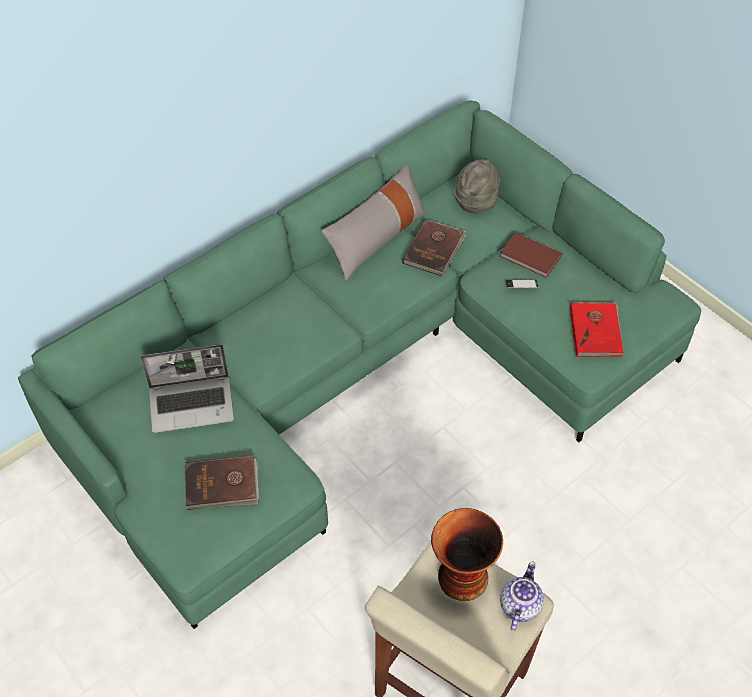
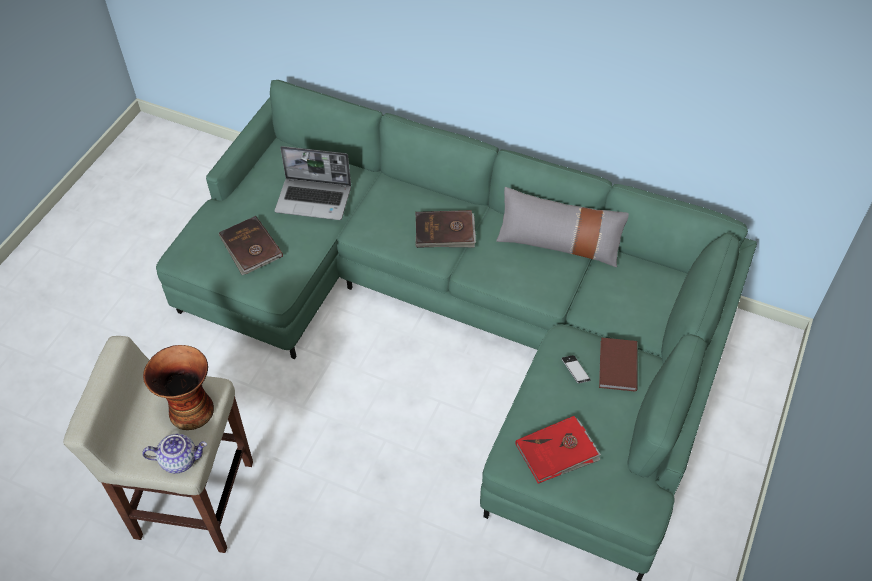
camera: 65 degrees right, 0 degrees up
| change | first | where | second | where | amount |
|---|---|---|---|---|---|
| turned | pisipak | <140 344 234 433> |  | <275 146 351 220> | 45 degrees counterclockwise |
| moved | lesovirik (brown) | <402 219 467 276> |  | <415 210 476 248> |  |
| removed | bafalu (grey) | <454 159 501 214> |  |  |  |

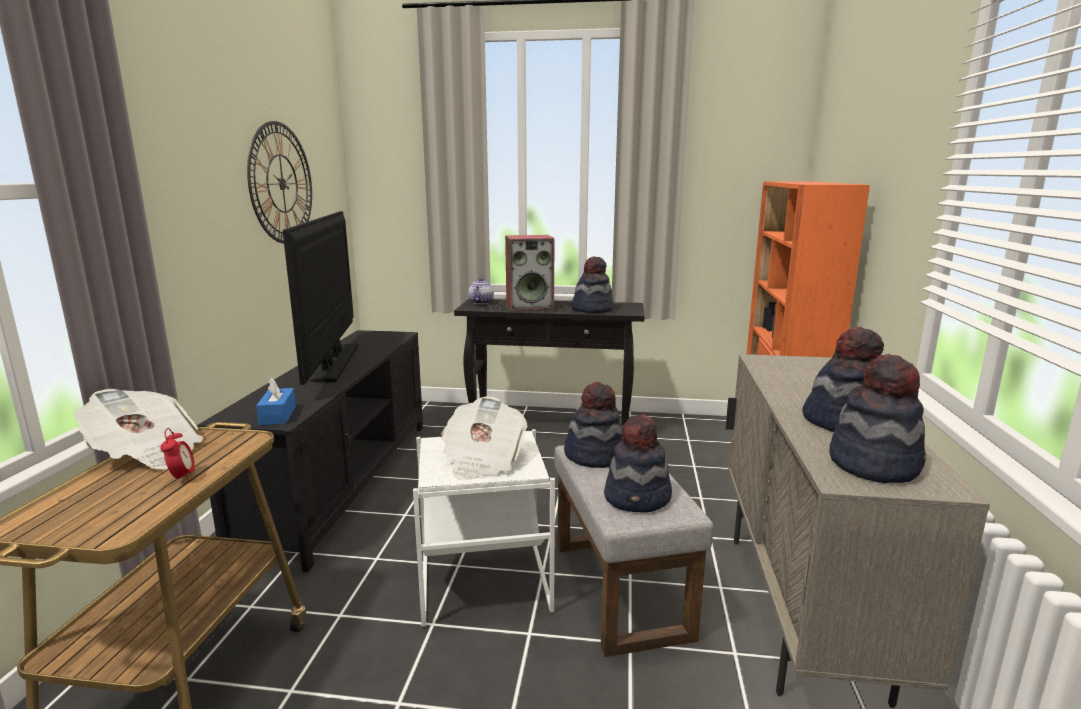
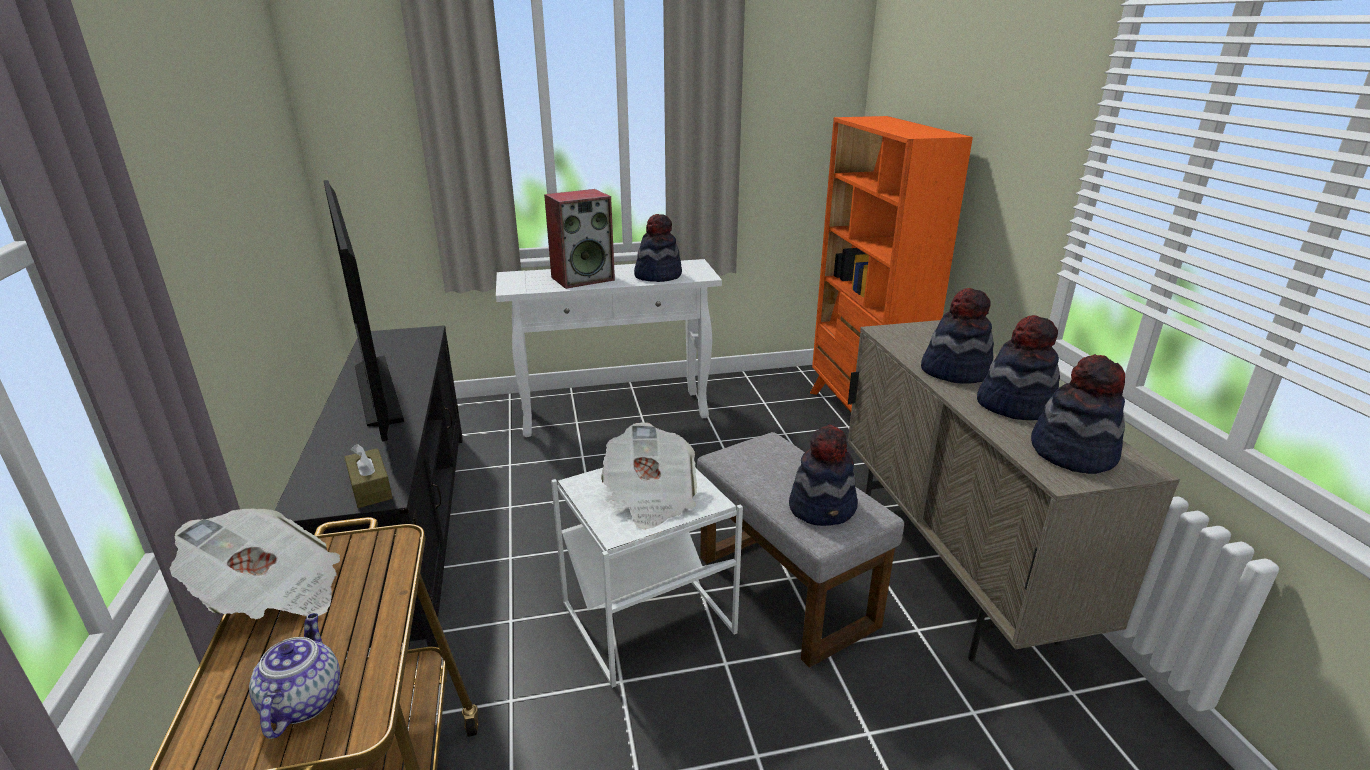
camera: 20 degrees left, 10 degrees up
| change | first | where | second | where | amount |
|---|---|---|---|---|---|
| removed | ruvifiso | <160 428 195 482> |  |  |  |
| removed | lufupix | <247 121 312 244> |  |  |  |
| recoloured | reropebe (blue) | <256 377 296 425> | reropebe (brown) | <345 444 393 508> |  |
| recoloured | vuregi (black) | <454 299 645 426> | vuregi (white) | <496 259 722 437> |  |
| moved | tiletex | <468 278 494 304> |  | <249 613 340 739> |  |
| moved | bafalu | <564 382 622 468> |  | <921 288 994 384> |  |

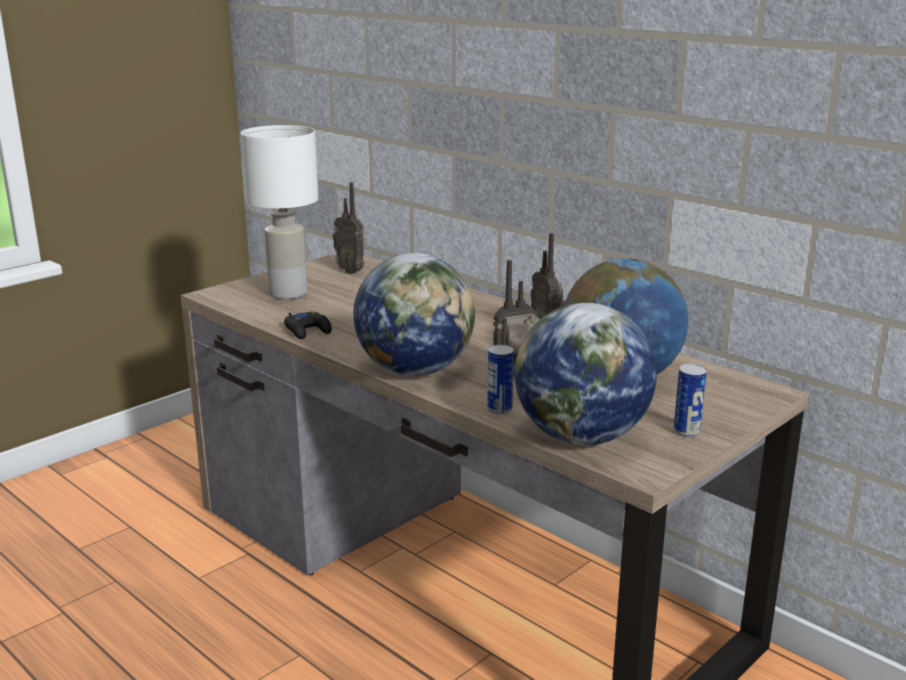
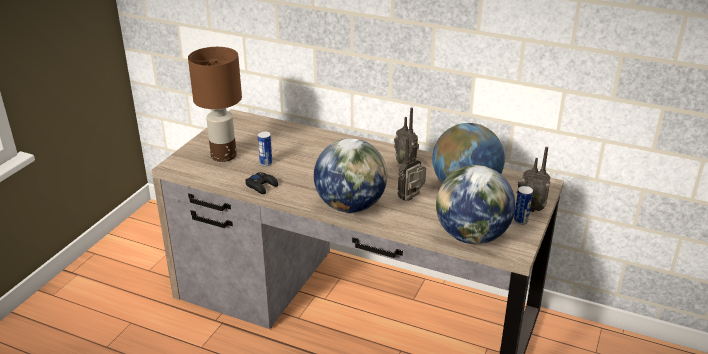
camera: 20 degrees left, 10 degrees up
| change | first | where | second | where | amount |
|---|---|---|---|---|---|
| recoloured | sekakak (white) | <240 125 319 299> | sekakak (brown) | <188 47 242 162> |  |
| moved | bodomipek | <333 182 367 274> |  | <517 147 550 212> |  |
| moved | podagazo | <487 345 514 415> |  | <258 131 272 166> |  |

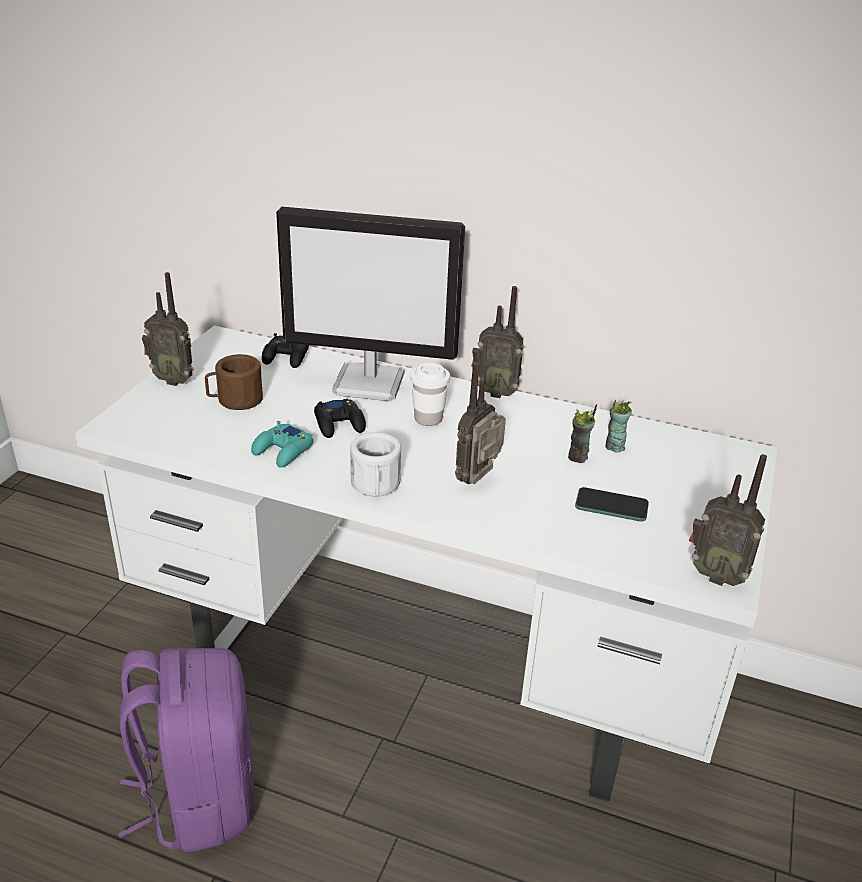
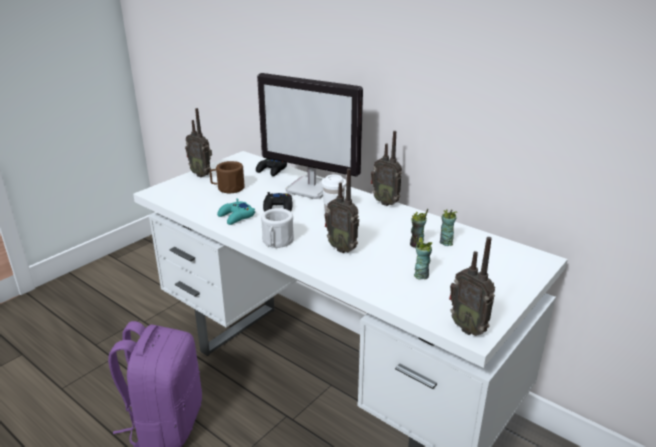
camera: 20 degrees right, 5 degrees down
| change | first | where | second | where | amount |
|---|---|---|---|---|---|
| turned | bodomipek | <455 362 506 484> |  | <324 169 359 253> | 105 degrees counterclockwise |
| replaced | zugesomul | <575 487 649 522> | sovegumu | <414 237 432 280> |  |

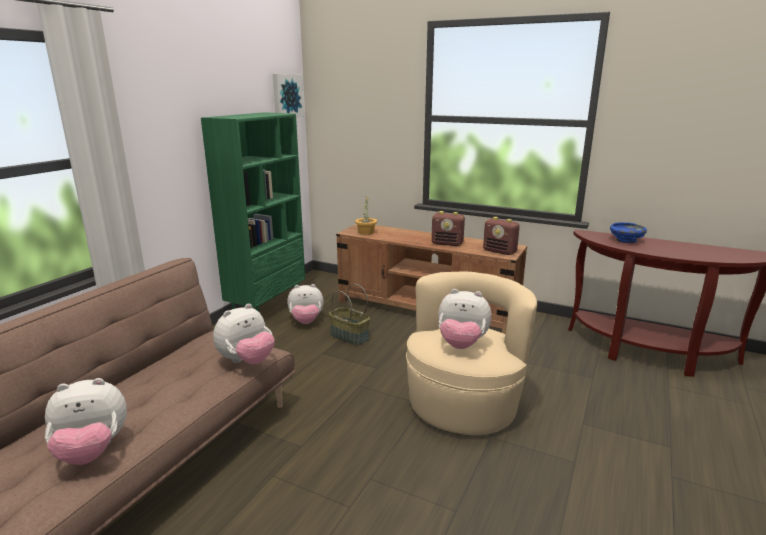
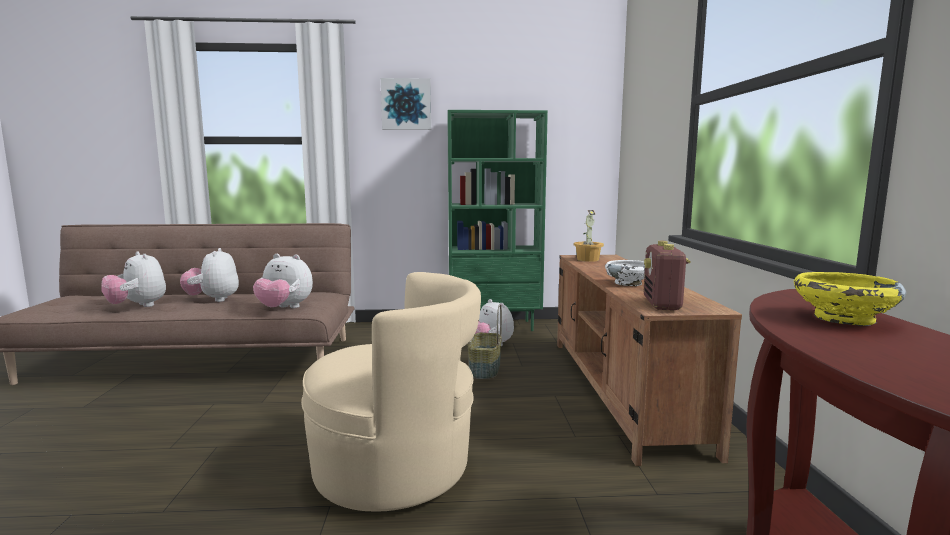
camera: 60 degrees right, 10 degrees down
| change | first | where | second | where | amount |
|---|---|---|---|---|---|
| moved | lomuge | <273 74 304 117> |  | <381 78 431 130> |  |
| replaced | bodomipek | <431 211 465 246> | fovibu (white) | <605 260 645 286> |  |
| moved | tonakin | <438 289 492 349> |  | <180 248 239 302> |  |
| recoloured | fovibu (blue) | <610 222 647 243> | fovibu (yellow) | <794 272 906 326> |  |

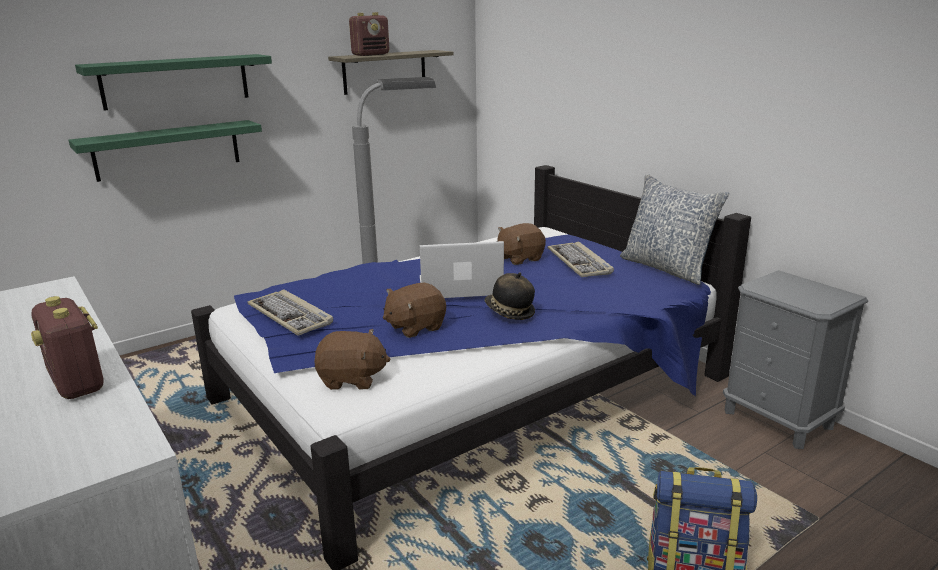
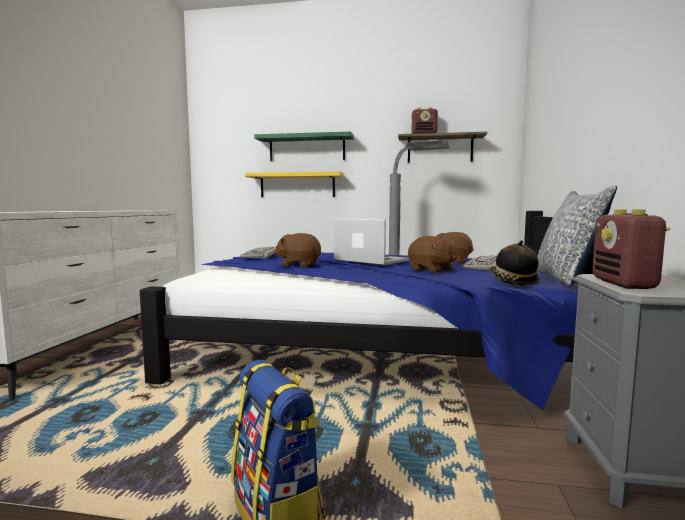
camera: 45 degrees right, 15 degrees down
| change | first | where | second | where | amount |
|---|---|---|---|---|---|
| moved | bodomipek | <31 296 104 399> |  | <592 209 670 289> |  |
| recoloured | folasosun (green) | <69 120 262 182> | folasosun (yellow) | <245 171 343 197> |  |
| moved | tonakin (brown) | <315 329 391 390> |  | <408 236 457 273> |  |
| moved | bafalu | <484 272 535 320> |  | <490 240 540 286> |  |

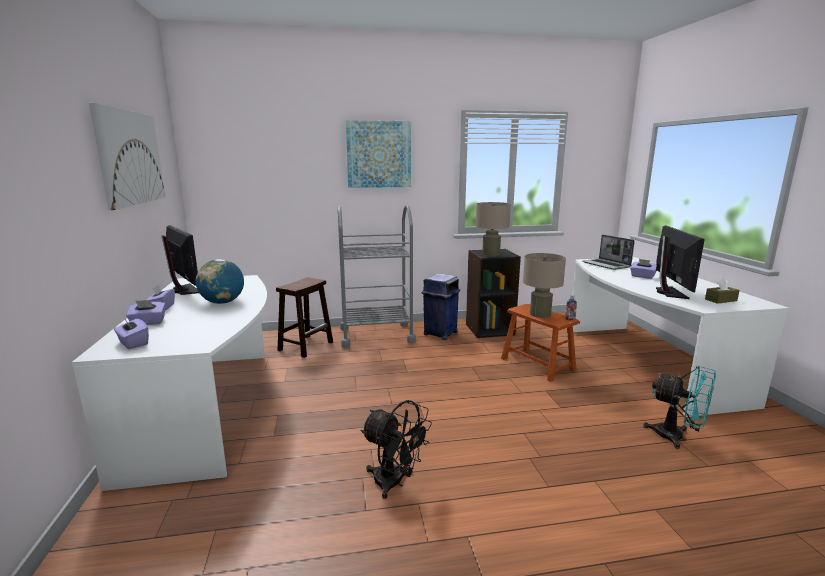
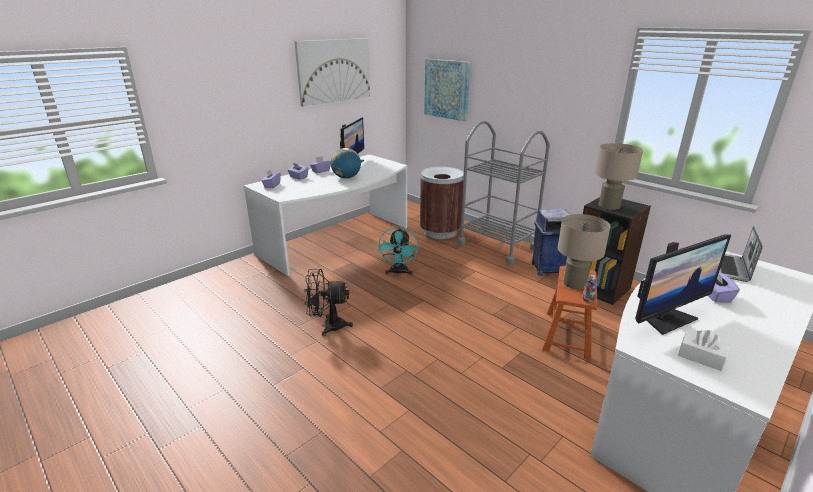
camera: 55 degrees right, 10 degrees up
| change | first | where | second | where | amount |
|---|---|---|---|---|---|
| replaced | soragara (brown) | <276 277 333 358> | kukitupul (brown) | <420 167 464 239> |  |
| moved | lomuge | <346 120 411 188> |  | <424 59 470 121> |  |
| turned | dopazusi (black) | <361 400 432 499> |  | <304 269 353 336> | 90 degrees clockwise |
| moved | dopazusi (turquoise) | <643 365 716 449> |  | <378 227 419 275> |  |
| recoloured | reropebe (brown) | <705 278 740 304> | reropebe (white) | <678 330 729 371> |  |

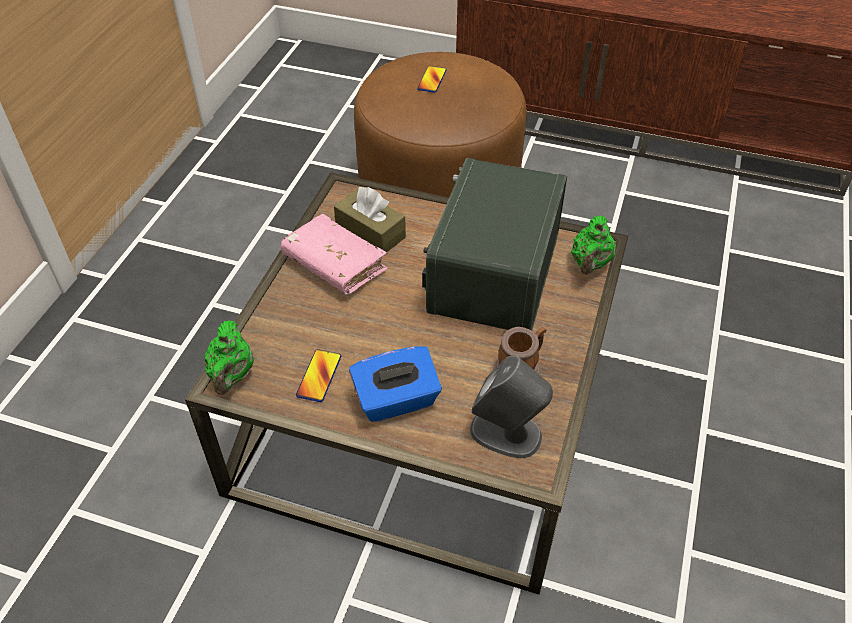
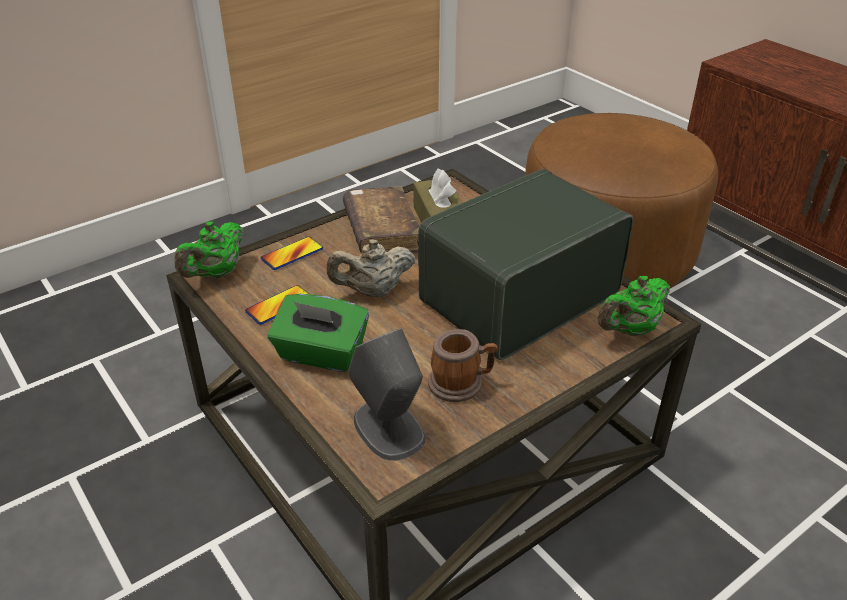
camera: 35 degrees right, 10 degrees down
| change | first | where | second | where | amount |
|---|---|---|---|---|---|
| recoloured | lesovirik (pink) | <281 214 388 294> | lesovirik (brown) | <343 186 419 254> |  |
| recoloured | reropebe (blue) | <349 347 442 422> | reropebe (green) | <267 294 369 372> |  |
| moved | zugesomul | <417 66 447 93> |  | <261 237 323 270> |  |
| added |  |  | tiletex (beige) | <327 239 415 297> |  |

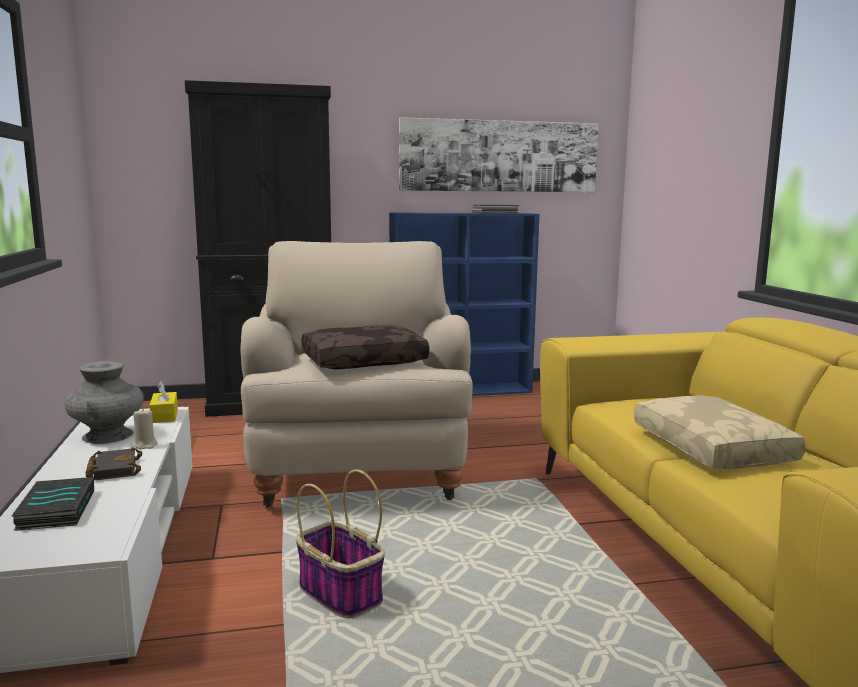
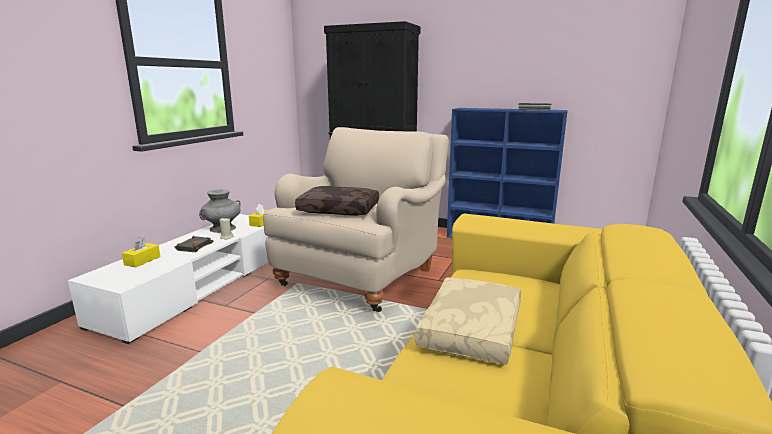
camera: 35 degrees right, 5 degrees up
| change | first | where | second | where | amount |
|---|---|---|---|---|---|
| replaced | lesovirik | <11 477 94 531> | reropebe (yellow) | <122 237 161 267> |  |
| removed | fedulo | <296 469 385 619> |  |  |  |
| removed | lomuge | <399 117 599 192> |  |  |  |

